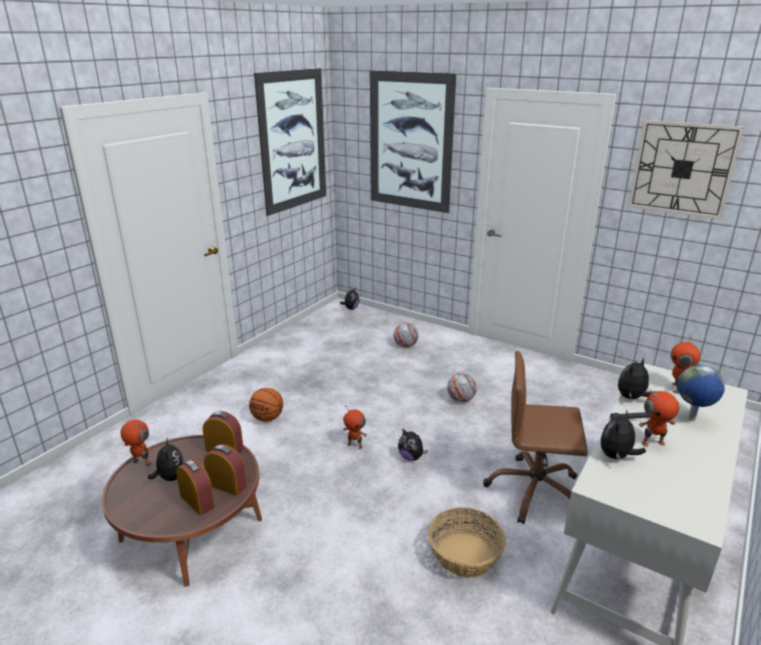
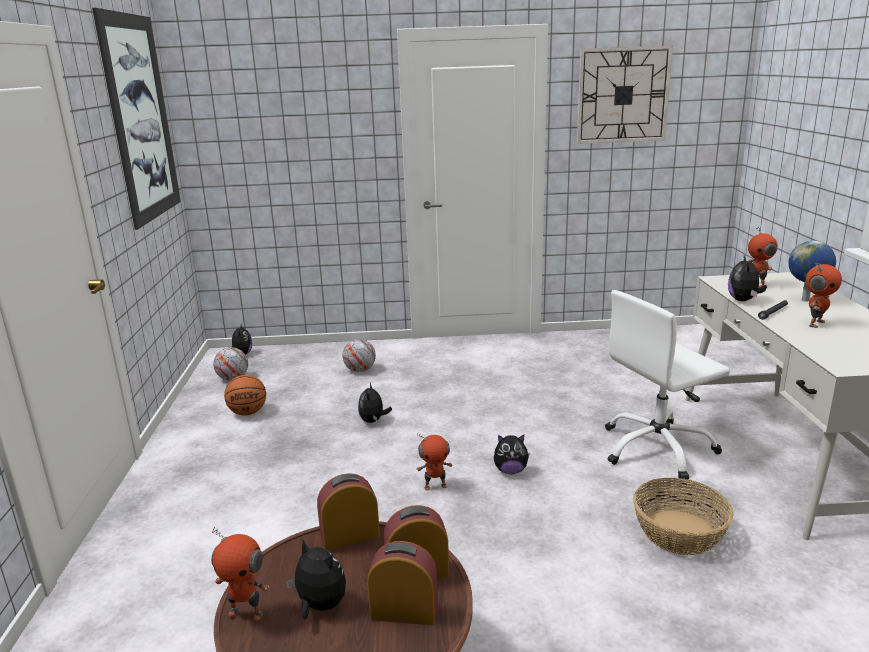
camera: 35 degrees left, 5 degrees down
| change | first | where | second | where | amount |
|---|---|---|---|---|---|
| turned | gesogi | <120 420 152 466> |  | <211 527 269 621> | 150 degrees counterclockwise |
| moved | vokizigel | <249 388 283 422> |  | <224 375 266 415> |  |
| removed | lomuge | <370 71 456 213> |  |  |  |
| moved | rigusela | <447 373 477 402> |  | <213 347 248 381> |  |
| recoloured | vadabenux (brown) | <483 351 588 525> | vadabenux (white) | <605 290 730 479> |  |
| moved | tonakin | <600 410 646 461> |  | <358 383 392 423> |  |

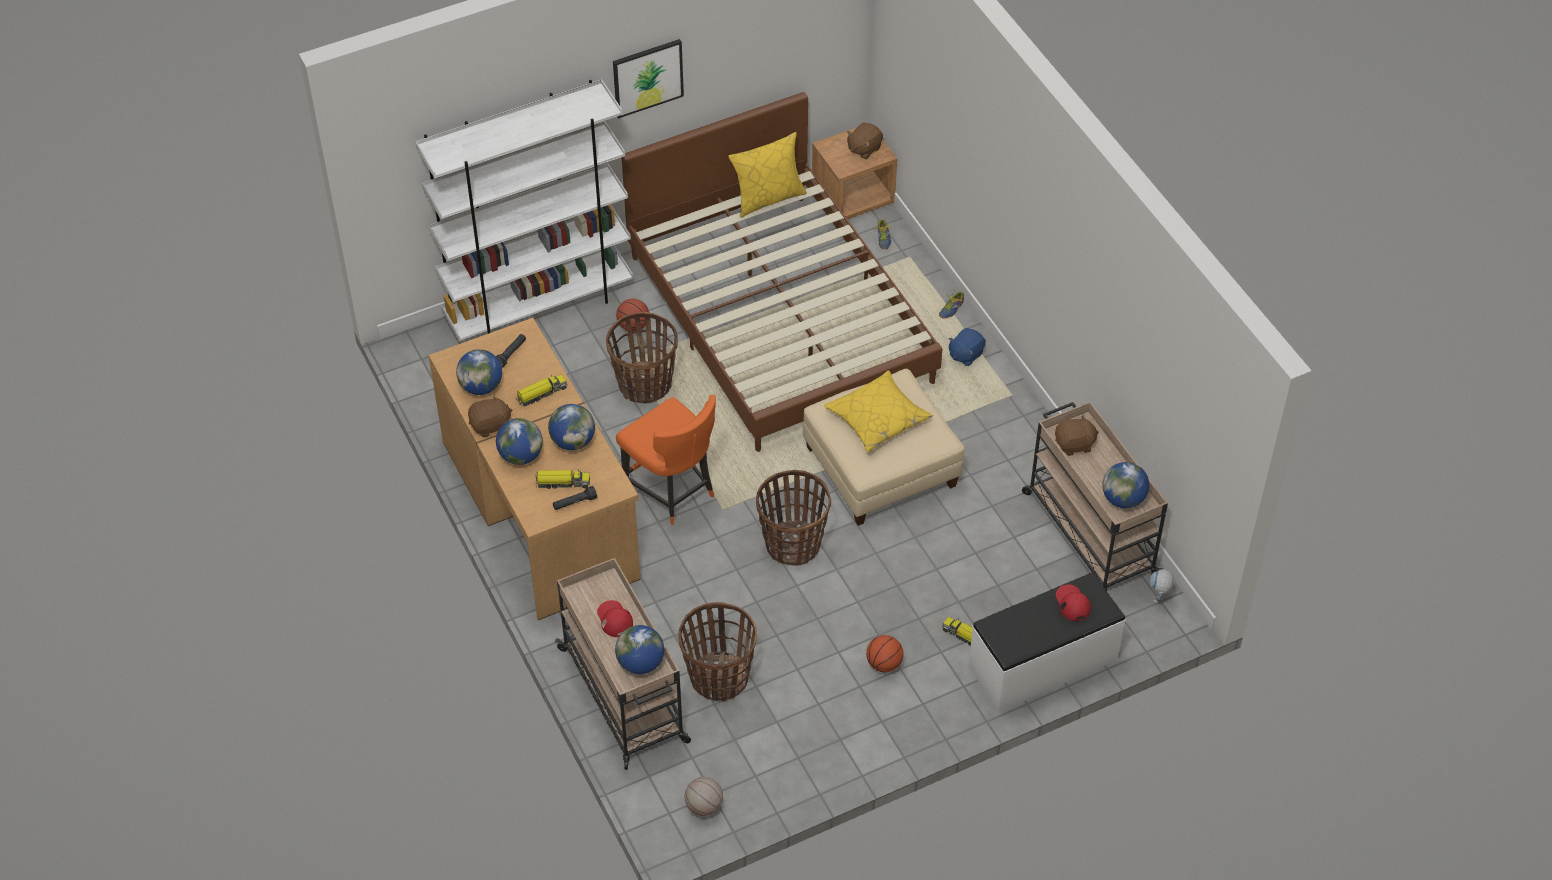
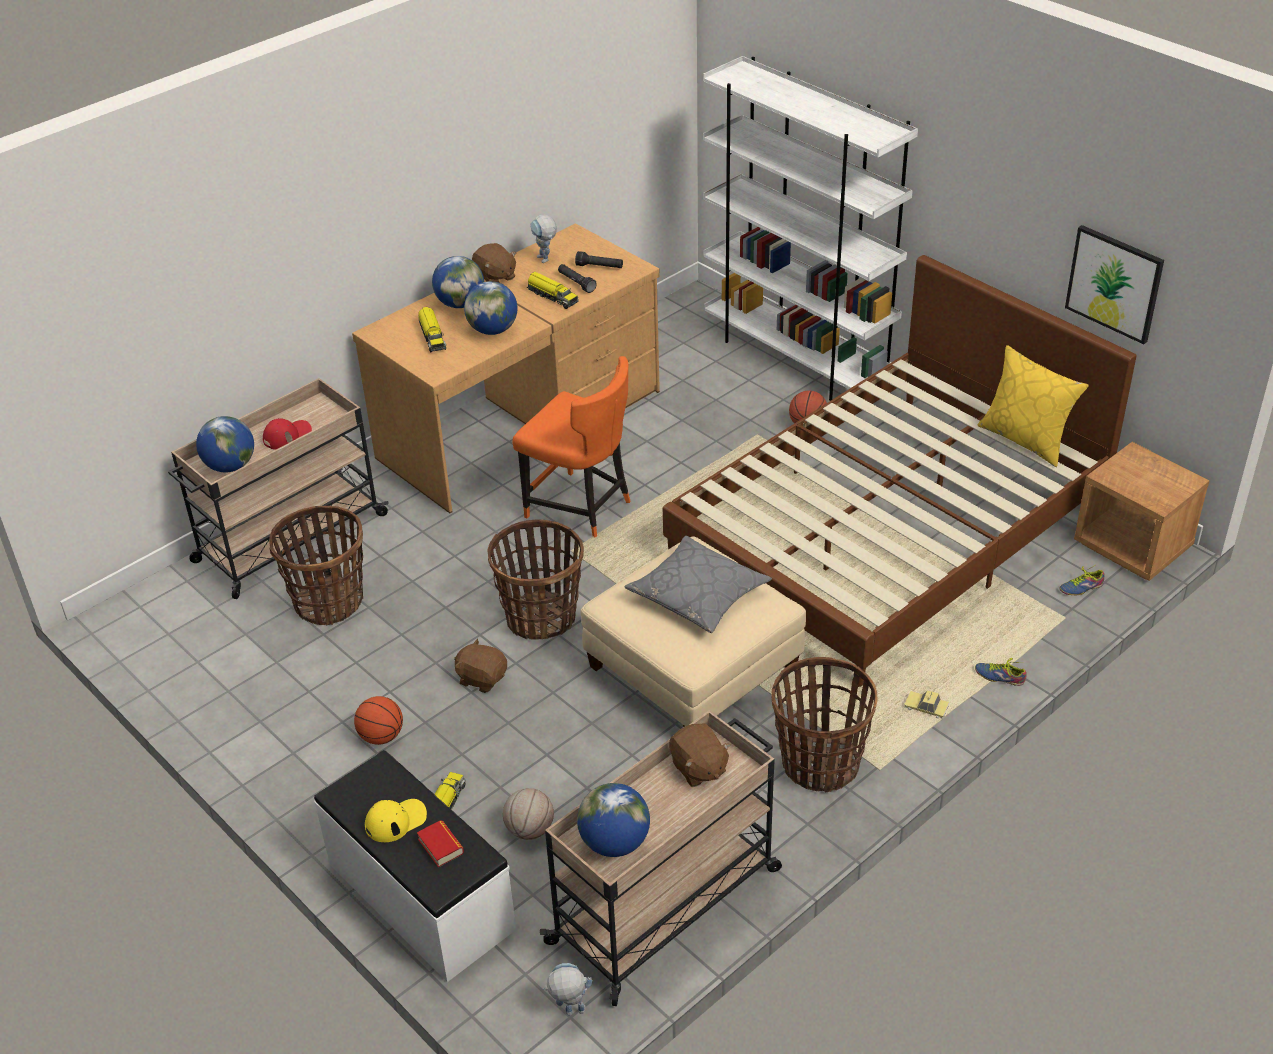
camera: 75 degrees right, 10 degrees down
| change | first | where | second | where | amount |
|---|---|---|---|---|---|
| replaced | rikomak | <456 349 502 395> | gesogi | <530 215 557 263> |  |
| moved | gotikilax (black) | <553 486 597 510> |  | <558 264 597 293> |  |
| moved | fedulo | <606 312 678 404> |  | <772 657 878 792> |  |
| moved | lomuge | <613 39 684 119> |  | <1065 225 1164 344> |  |
| turned | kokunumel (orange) | <616 395 716 525> |  | <512 356 630 538> | 90 degrees counterclockwise |
| moved | vokizigel | <684 777 723 816> |  | <503 788 554 840> |  |
| recoloured | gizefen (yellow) | <824 370 933 452> | gizefen (grey) | <624 536 772 633> |  |
| moved | tonakin (brown) | <847 122 883 159> |  | <454 639 507 693> |  |
| replaced | tonakin (blue) | <948 328 986 367> | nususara | <904 691 949 719> |  |
| replaced | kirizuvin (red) | <1056 584 1091 621> | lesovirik | <417 820 464 867> |  |
| added |  |  | kirizuvin (yellow) | <365 799 427 842> |  |

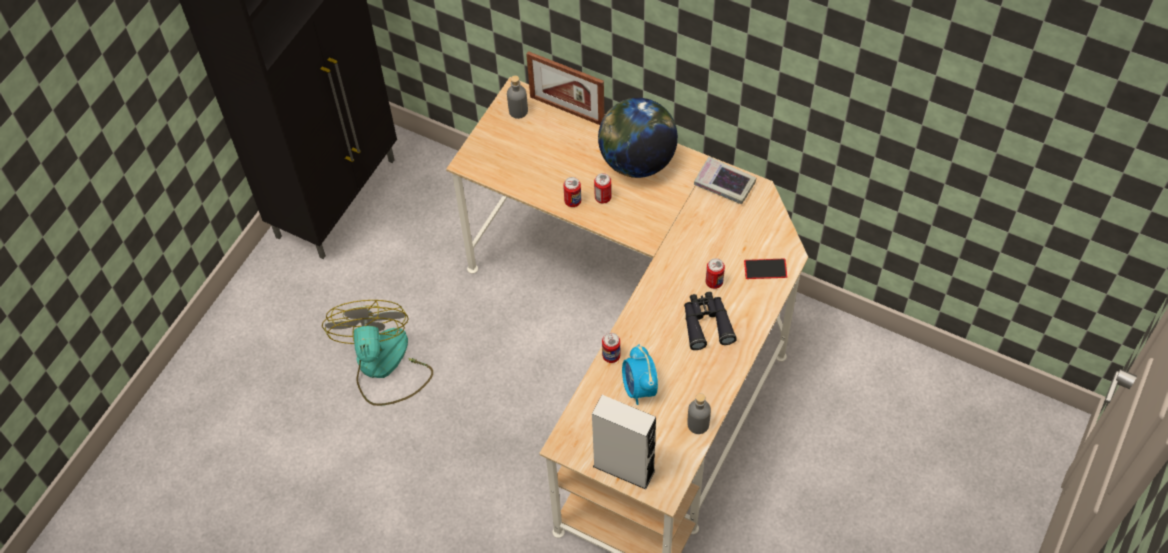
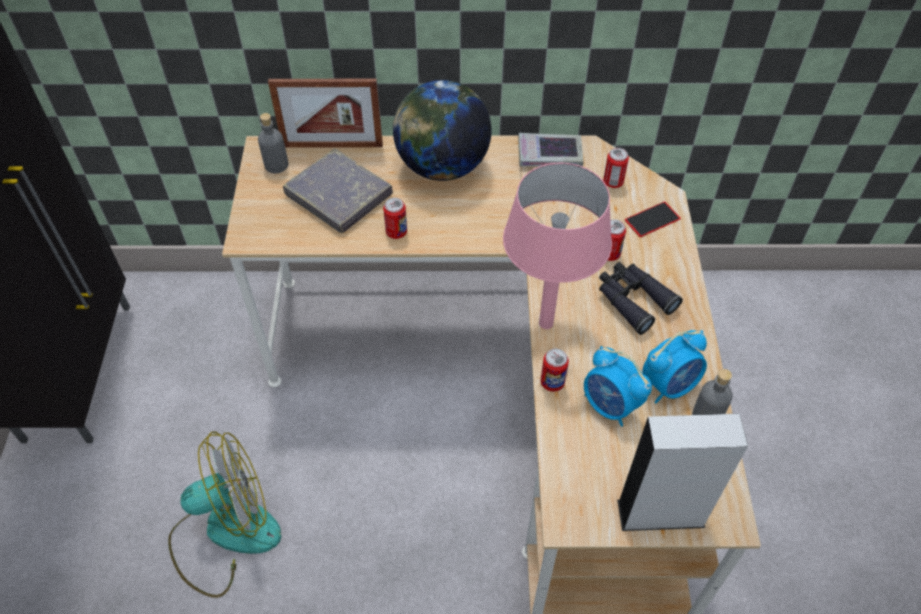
camera: 30 degrees left, 5 degrees down
| change | first | where | second | where | amount |
|---|---|---|---|---|---|
| turned | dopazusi | <322 300 433 406> |  | <168 432 281 598> | 105 degrees clockwise |
| moved | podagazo | <594 173 612 204> |  | <603 148 629 188> |  |
| added |  |  | lesovirik (grey) | <283 148 393 233> |  |
| added |  |  | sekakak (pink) | <503 163 612 329> |  |
| added |  |  | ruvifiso | <642 330 707 404> |  |

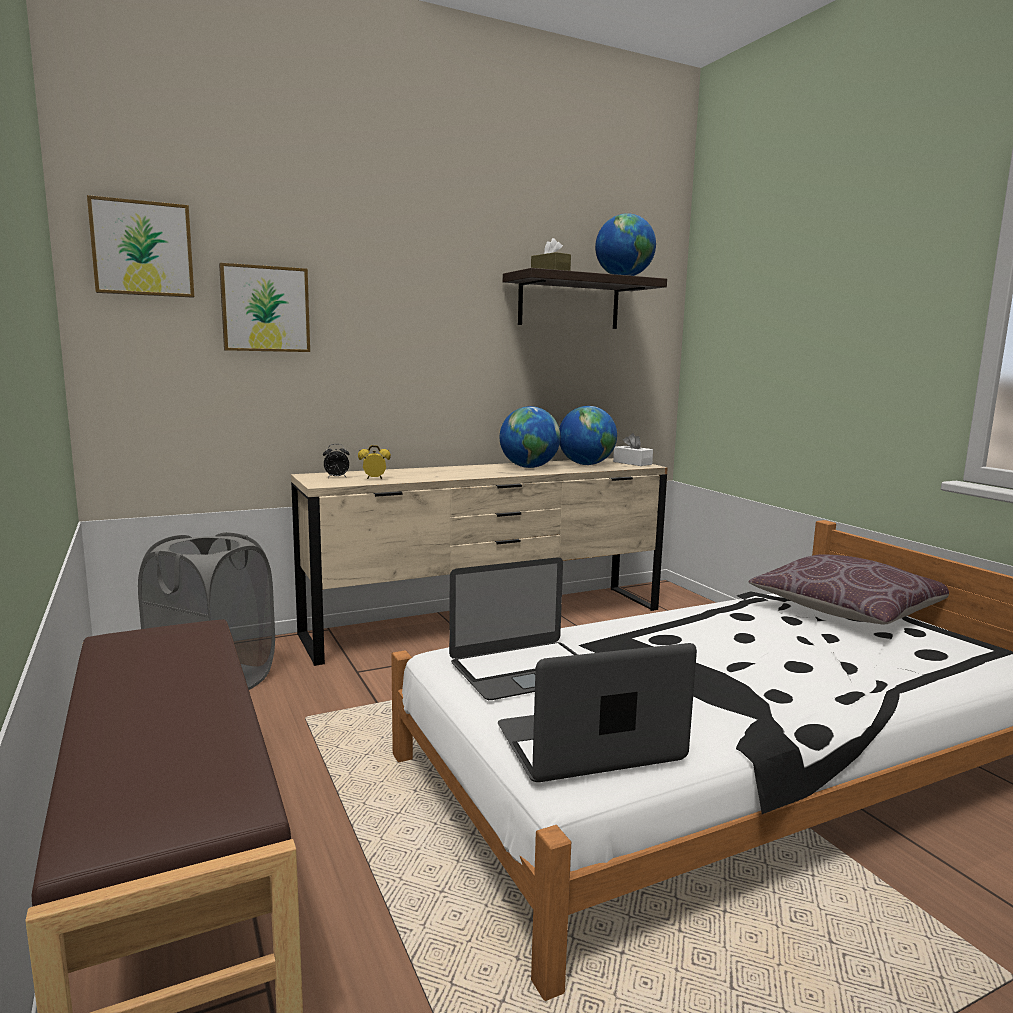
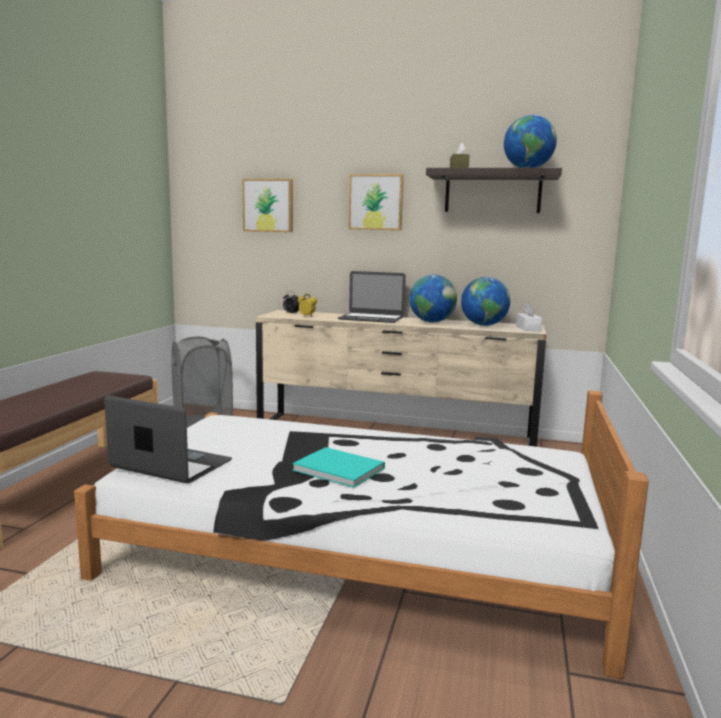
camera: 40 degrees right, 0 degrees up
| change | first | where | second | where | amount |
|---|---|---|---|---|---|
| moved | lomuge | <87 195 194 298> |  | <349 174 404 230> |  |
| moved | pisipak | <449 557 578 700> |  | <338 271 406 323> |  |
| removed | gizefen (brown) | <748 554 949 624> |  |  |  |
| added |  |  | lesovirik (turquoise) | <292 447 385 488> |  |

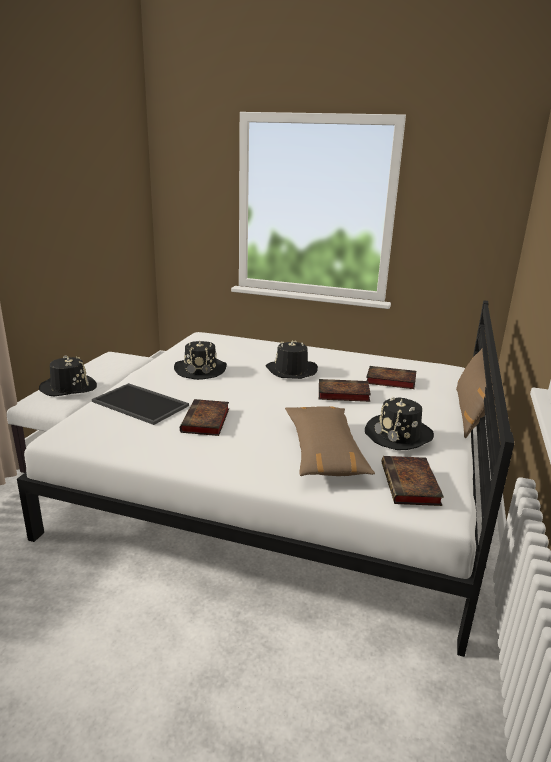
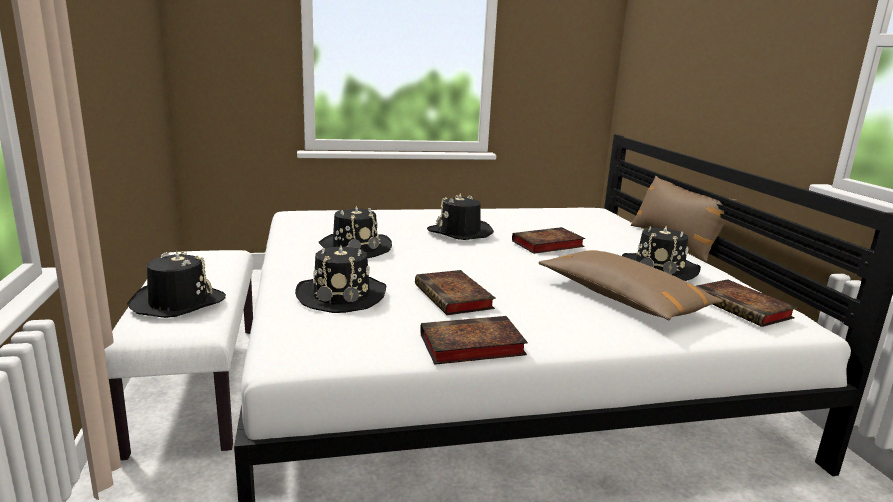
camera: 30 degrees left, 5 degrees down
| change | first | where | second | where | amount |
|---|---|---|---|---|---|
| replaced | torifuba | <92 383 189 425> | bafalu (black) | <295 245 386 313> |  |
| moved | lesovirik | <366 366 416 389> |  | <420 316 528 365> |  |

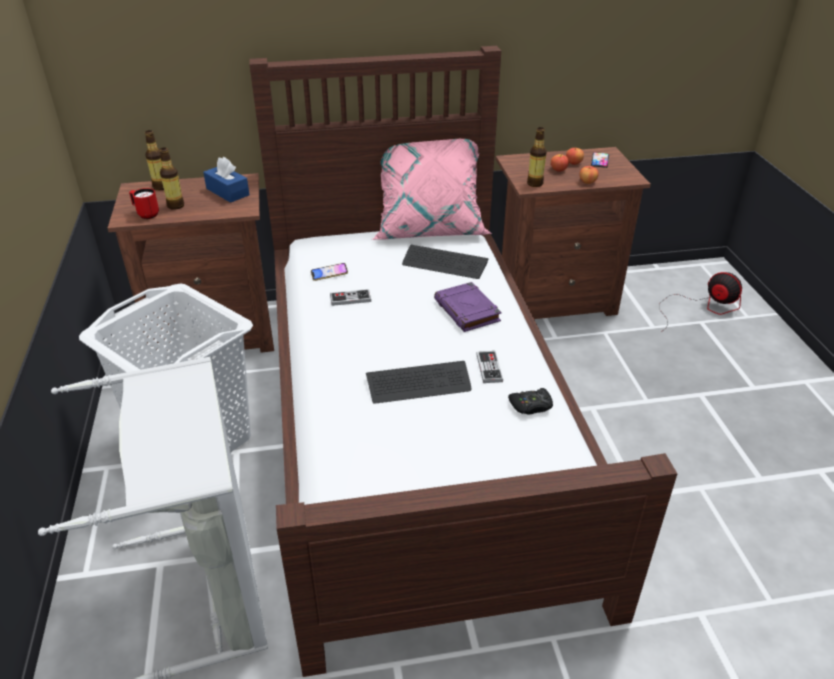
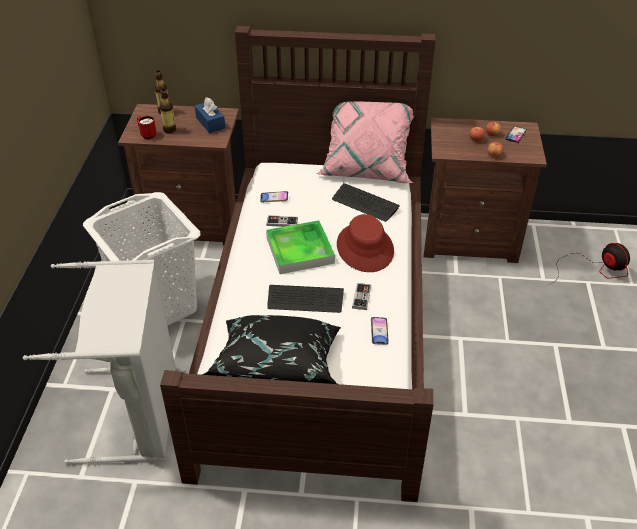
camera: 15 degrees right, 5 degrees up
| change | first | where | second | where | amount |
|---|---|---|---|---|---|
| replaced | lesovirik (purple) | <434 282 502 332> | bafalu (red) | <337 214 394 272> |  |
| replaced | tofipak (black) | <508 388 553 415> | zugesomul | <371 317 389 345> |  |
| removed | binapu | <527 127 547 187> |  |  |  |
| added |  |  | gizefen (black) | <200 315 341 384> |  |
| added |  |  | torifuba | <266 220 335 274> |  |

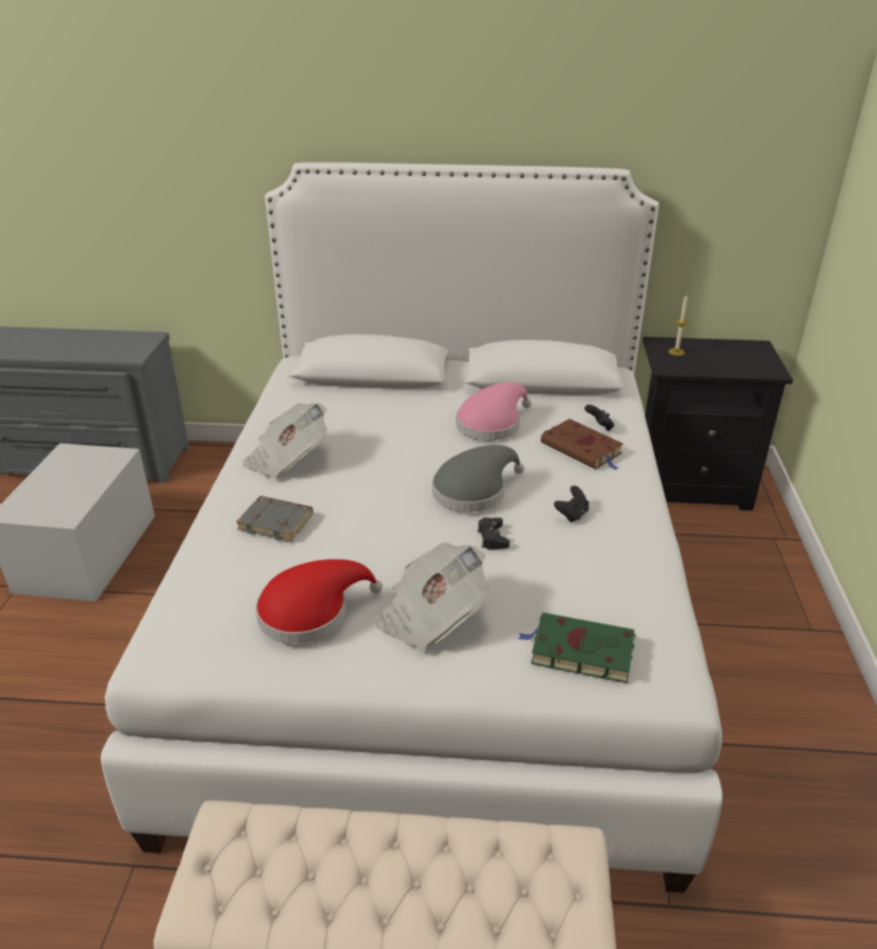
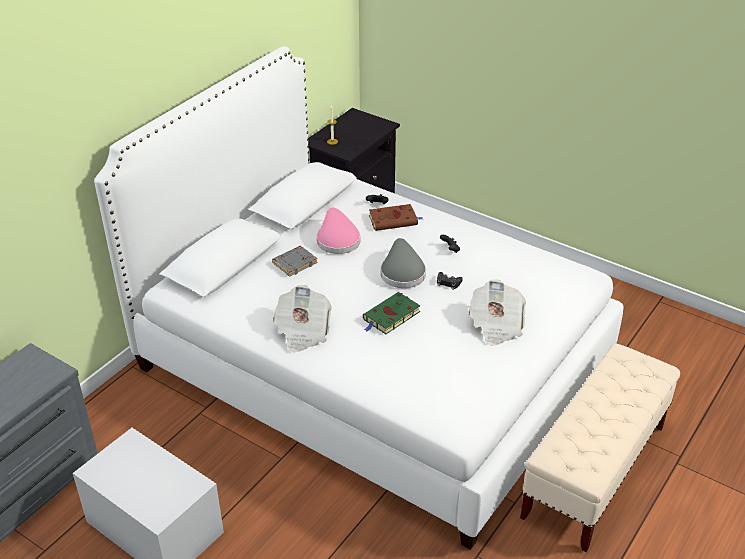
camera: 60 degrees left, 5 degrees up
| change | first | where | second | where | amount |
|---|---|---|---|---|---|
| moved | lesovirik (grey) | <236 496 313 542> |  | <272 246 318 277> |  |
| removed | bafalu (red) | <256 559 382 644> |  |  |  |
| moved | lesovirik (green) | <518 612 636 683> |  | <363 292 420 334> |  |

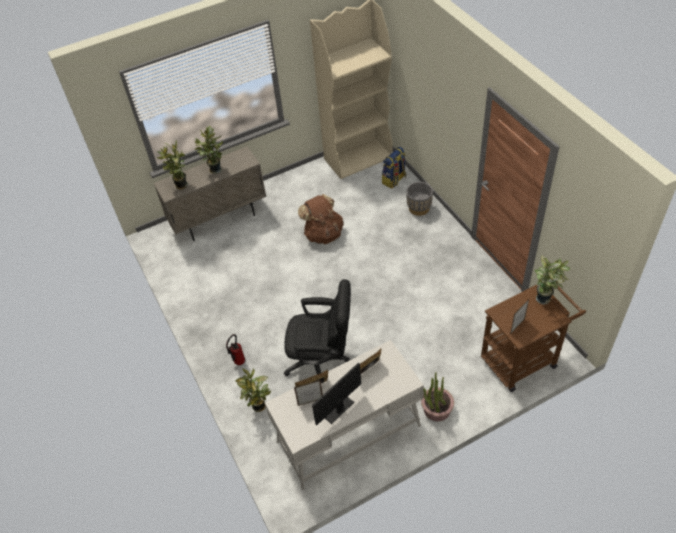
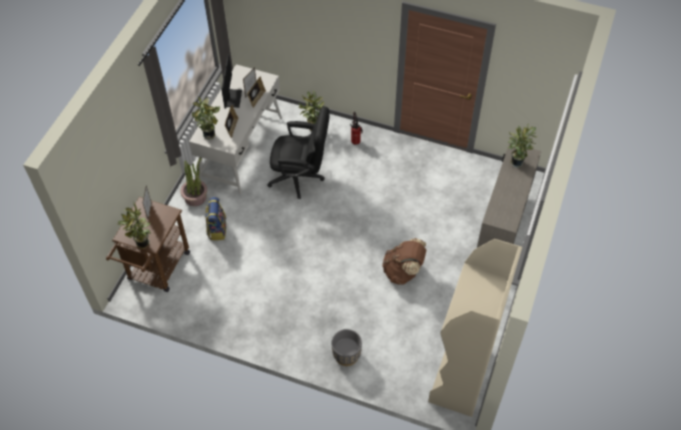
camera: 135 degrees right, 5 degrees up
| change | first | where | second | where | amount |
|---|---|---|---|---|---|
| moved | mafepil | <194 125 223 174> |  | <192 97 220 140> |  |
| turned | vadabenux (black) | <284 279 351 376> |  | <267 106 329 199> | 135 degrees counterclockwise |
| moved | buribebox | <382 147 406 189> |  | <205 197 226 240> |  |

